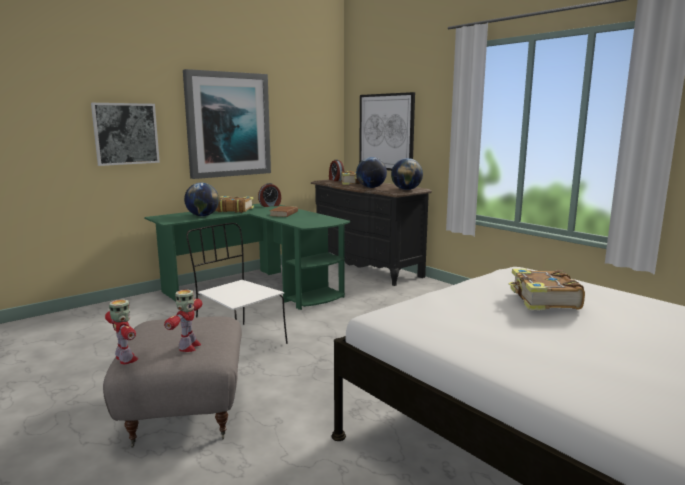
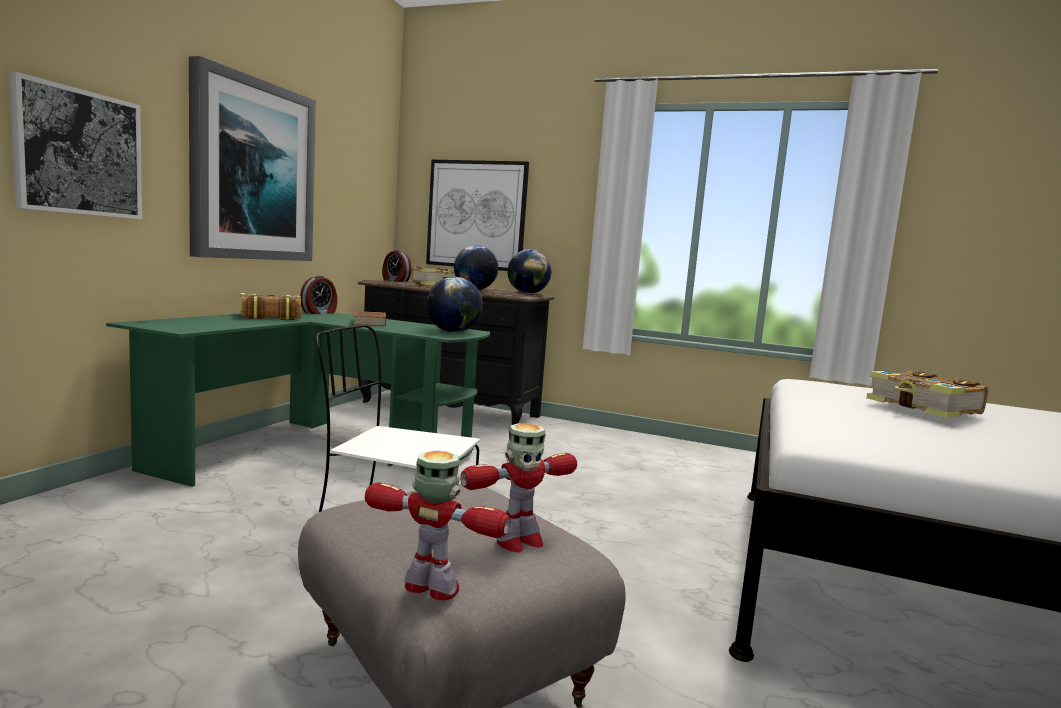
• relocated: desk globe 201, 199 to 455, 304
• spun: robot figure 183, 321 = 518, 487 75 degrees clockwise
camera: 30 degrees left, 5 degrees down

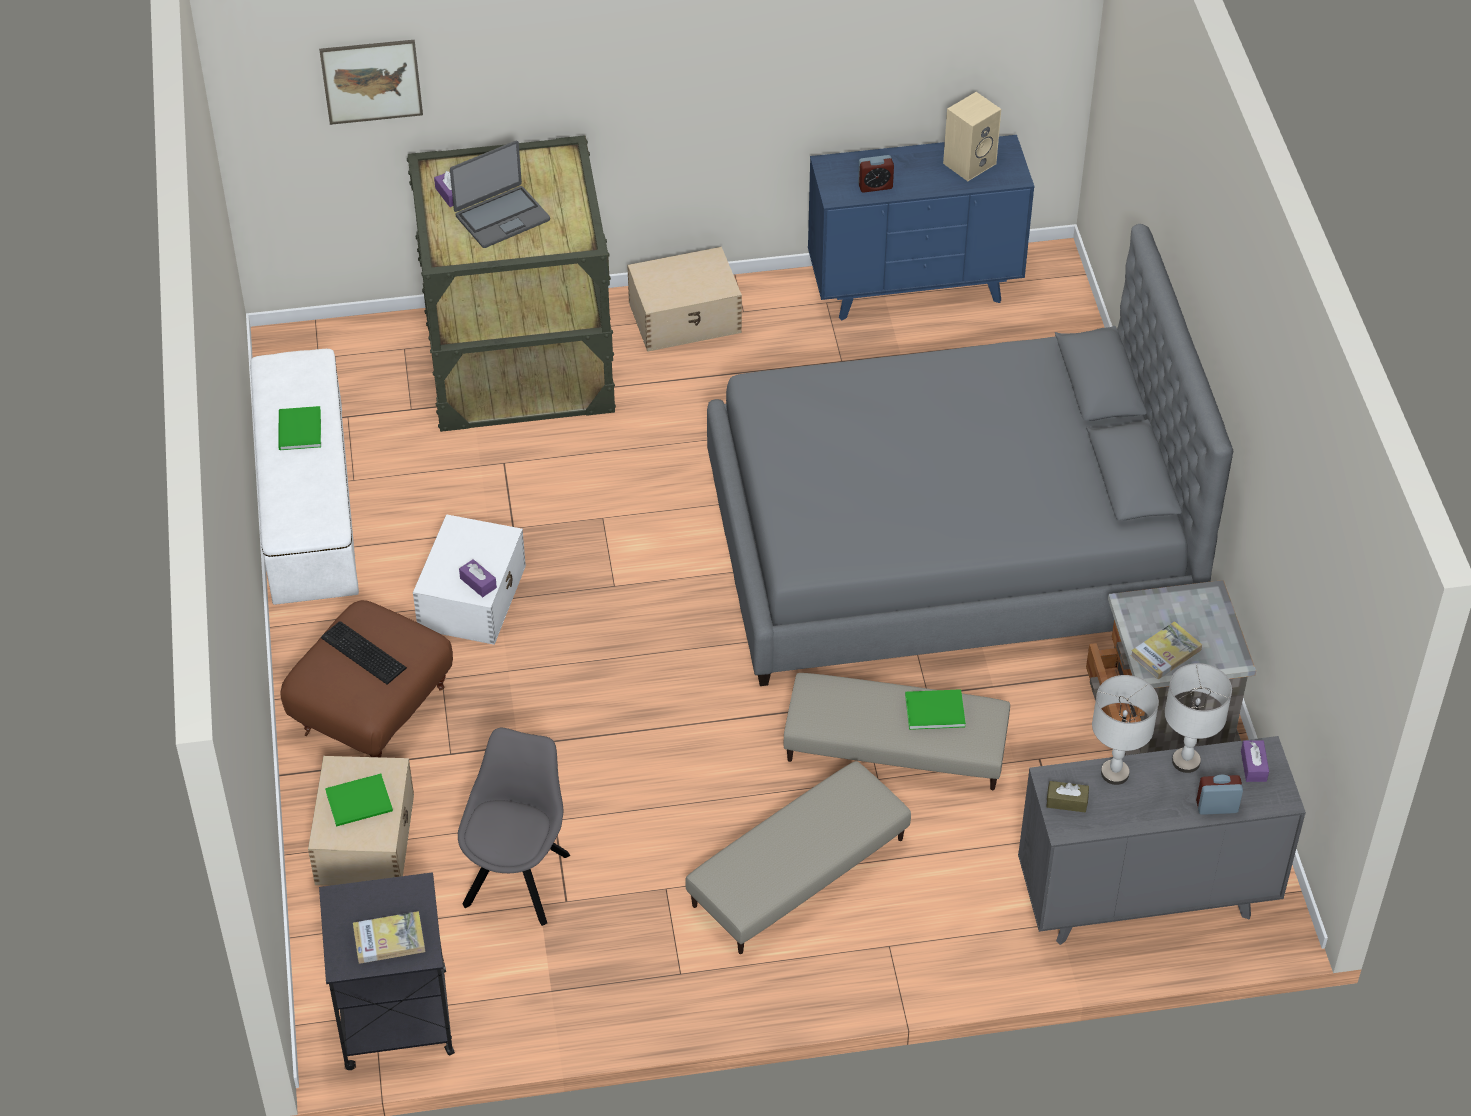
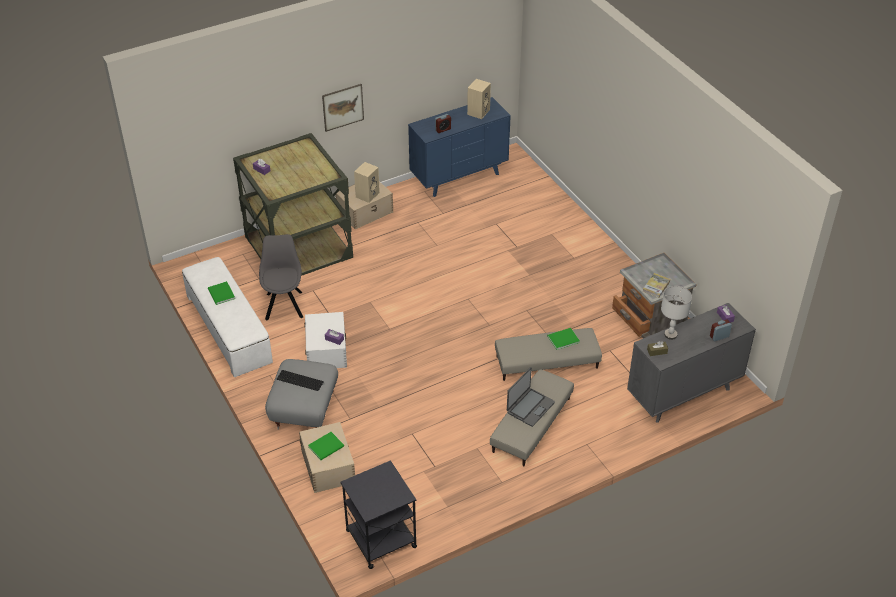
• relocated: wall art 371, 82 to 343, 108
• relocated: portable computer 500, 194 to 531, 397
• missing: gray bed 970, 455
• colour: brownish ottoman 367, 678 to gray ottoman 301, 394
• missing: gray tabletop lamp 1198, 718
• relocated: gray upright chair 514, 827 to 281, 277
• missing: bound book 389, 937
• appeared: beige speaker 367, 182
camera: 20 degrees left, 5 degrees down

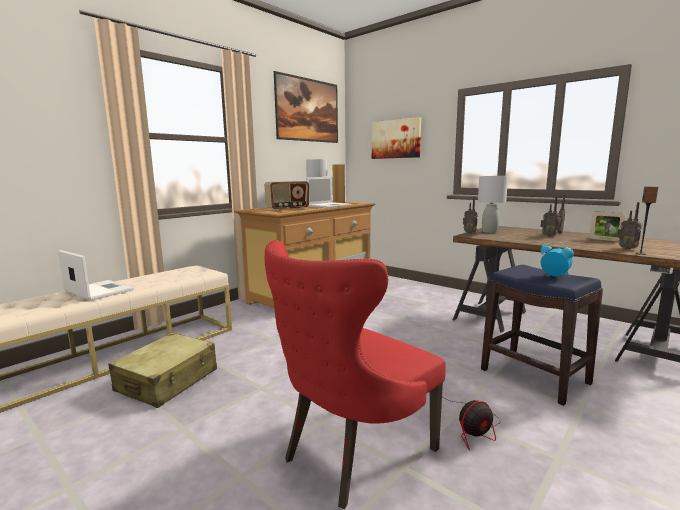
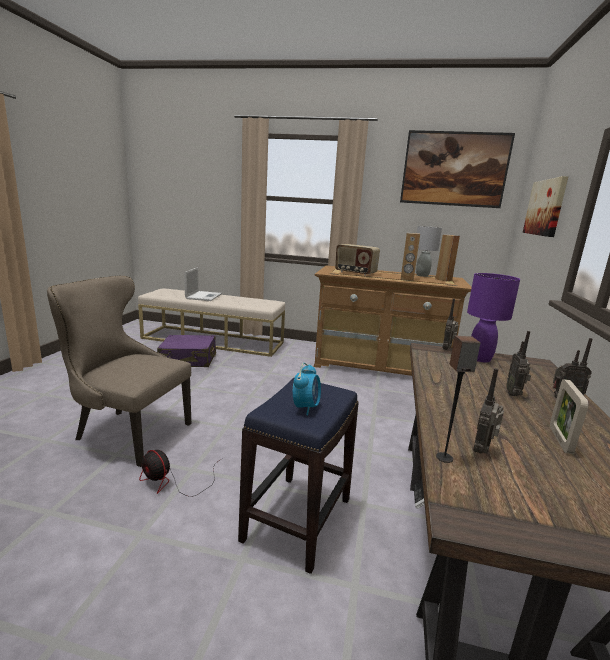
• colour: gray tabletop lamp 493, 204 to purple tabletop lamp 493, 318
• exchanged: portable computer 328, 192 to brownish speaker 410, 257
• colour: red upright chair 355, 374 to beige upright chair 119, 371
• colour: beige travel case 163, 370 to purple travel case 186, 351
camera: 60 degrees right, 5 degrees up

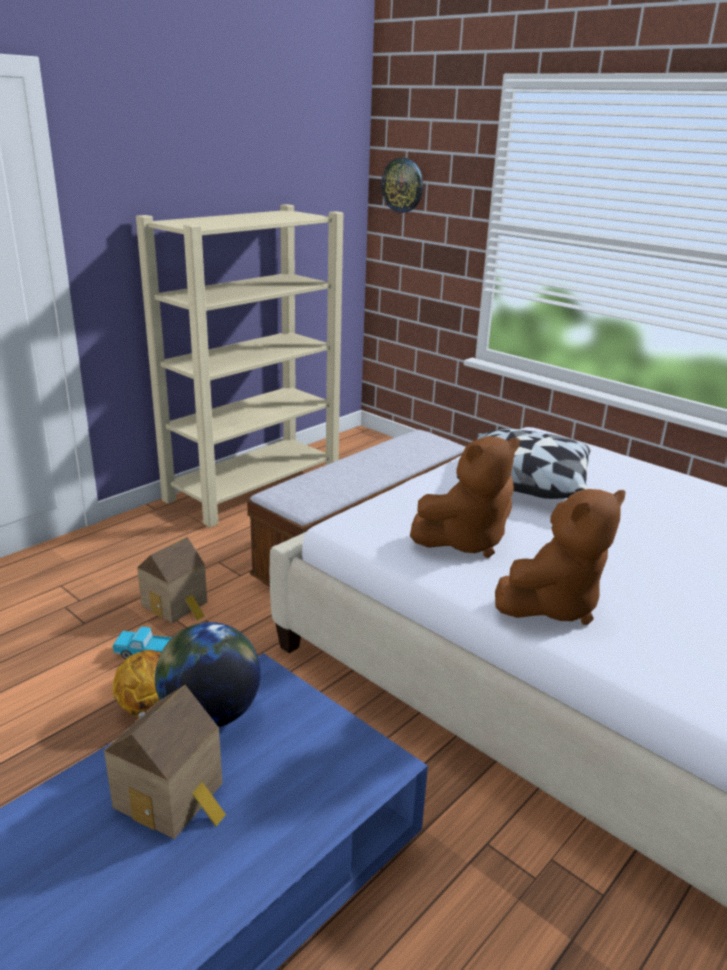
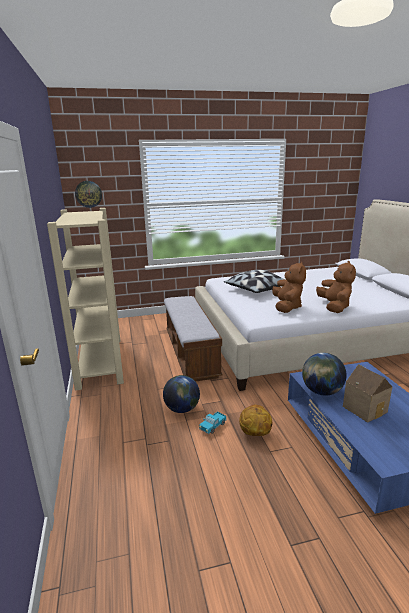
• exchanged: miniature house 172, 580 to desk globe 181, 394
camera: 55 degrees left, 5 degrees down

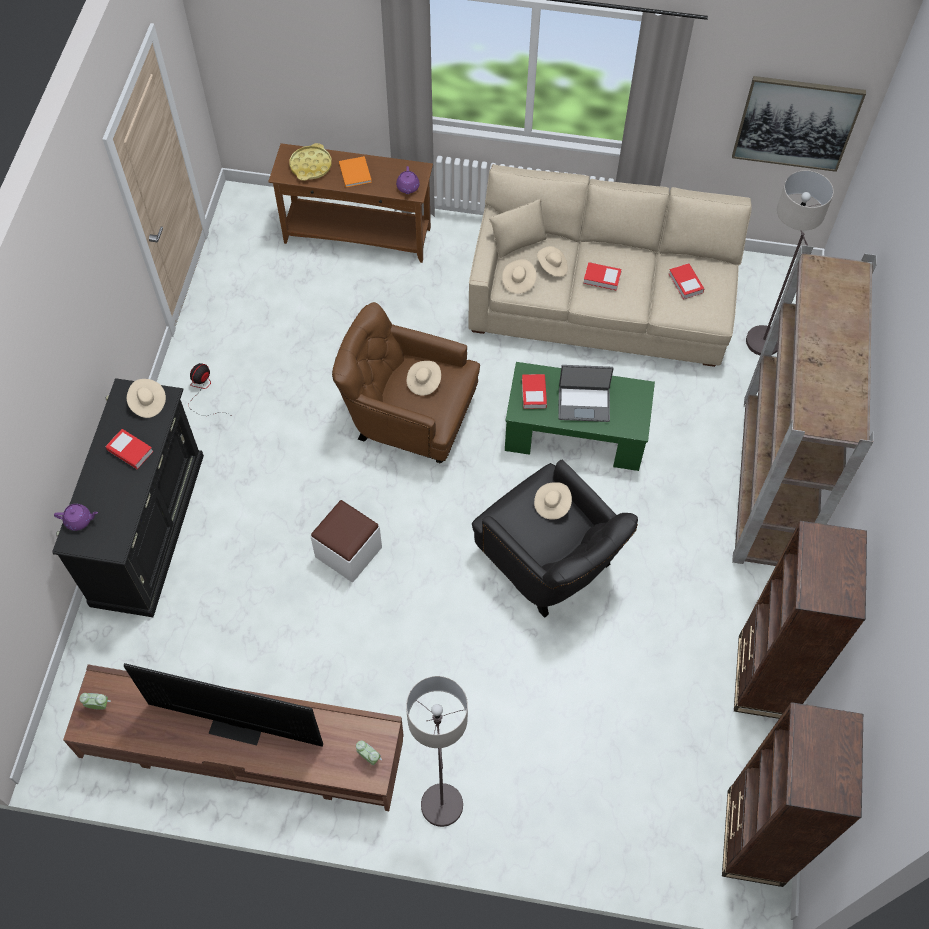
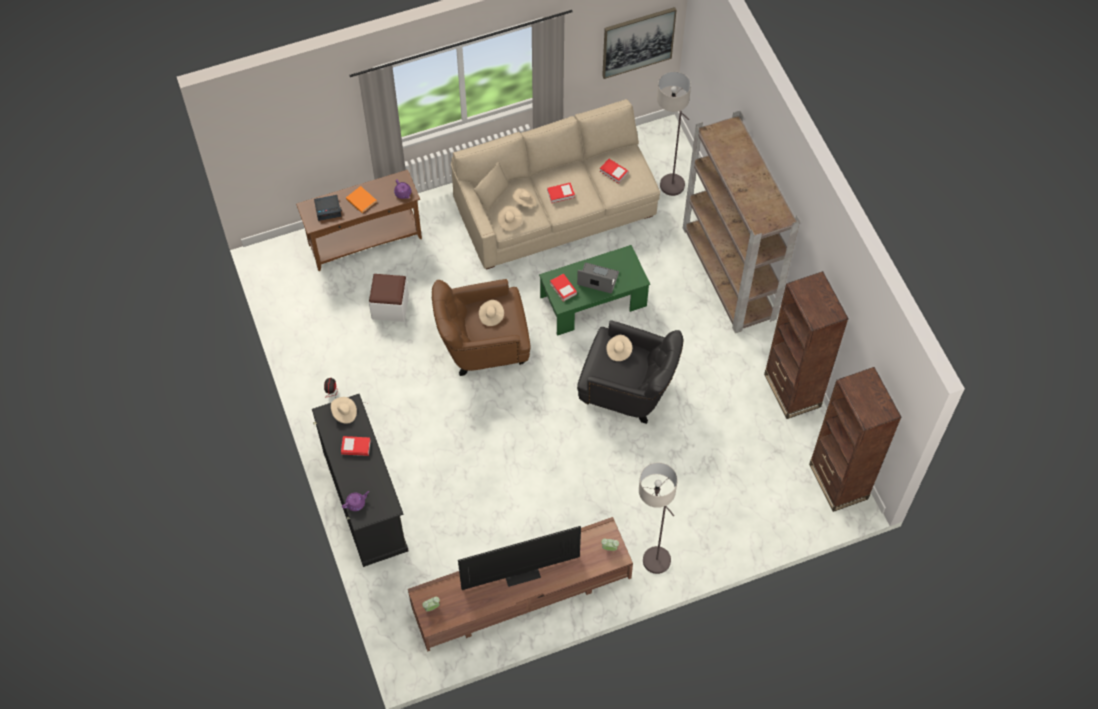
• exchanged: yellow-coloured carrying tray 310, 162 to bedside clock 328, 208
• spun: portable computer 586, 393 = 598, 277 135 degrees counterclockwise
• relocated: white ottoman 346, 541 to 389, 298
camera: 30 degrees left, 0 degrees up

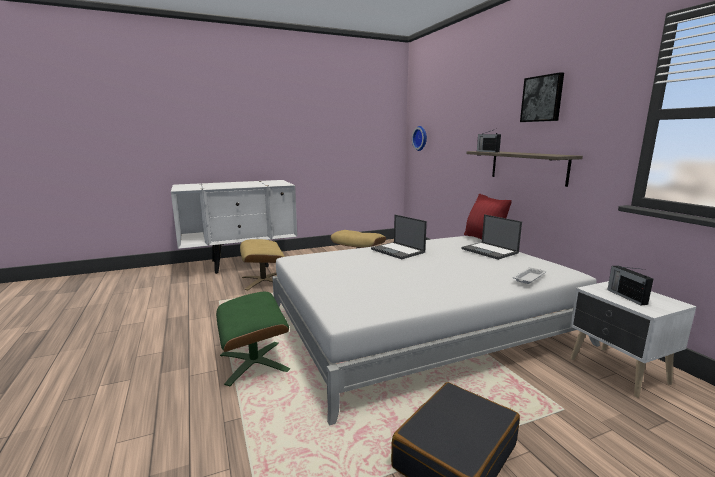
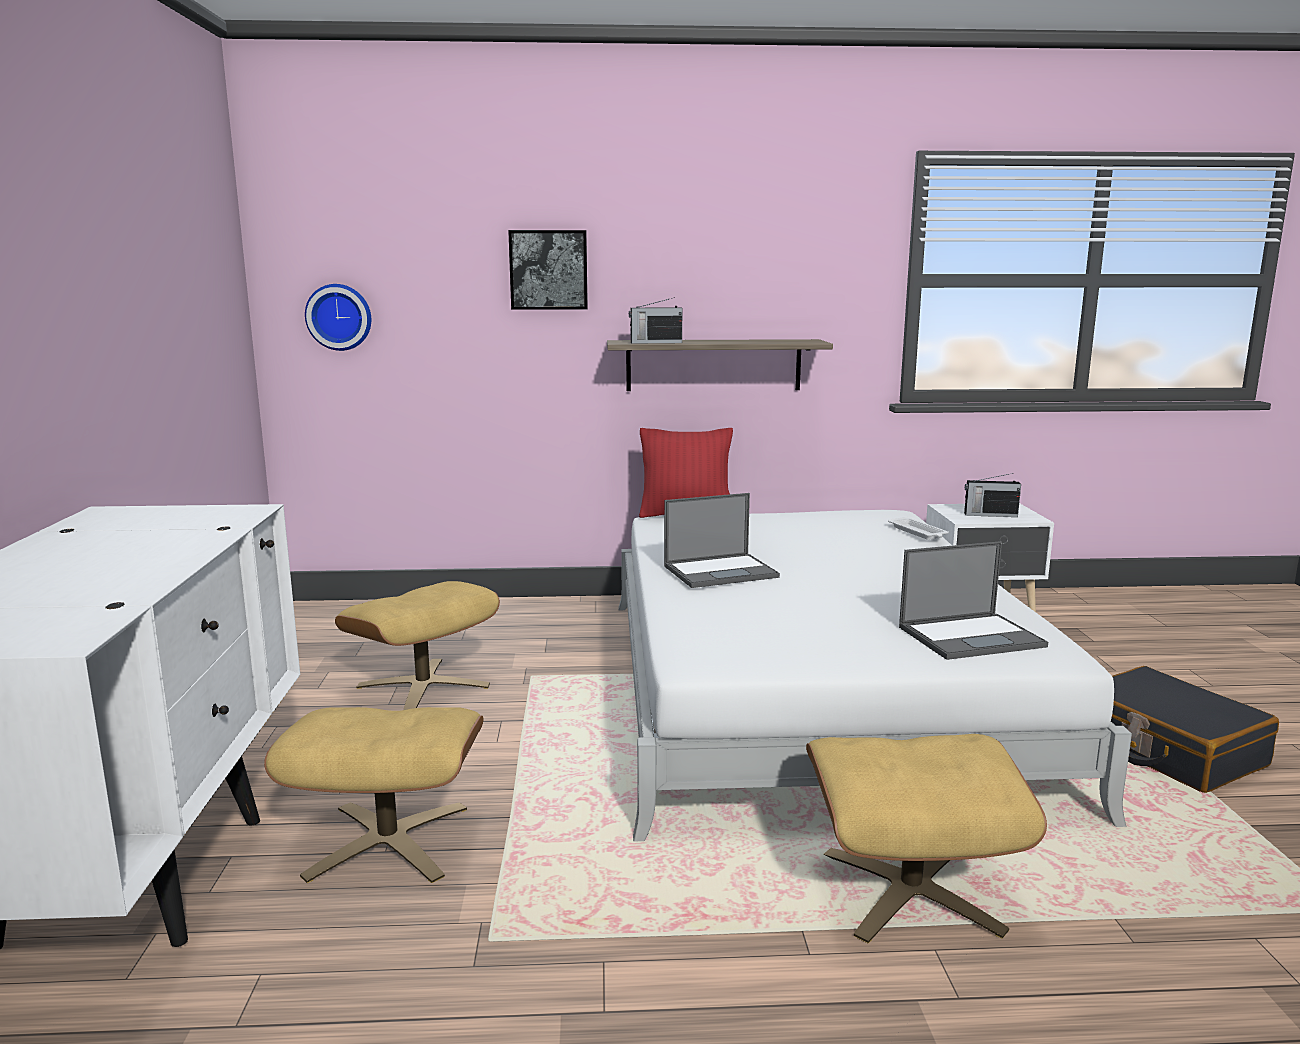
• relocated: wall art 542, 97 to 548, 270
• relocated: portable computer 491, 237 to 973, 600
• colour: green ottoman 253, 339 to beige ottoman 926, 838
camera: 70 degrees left, 0 degrees up

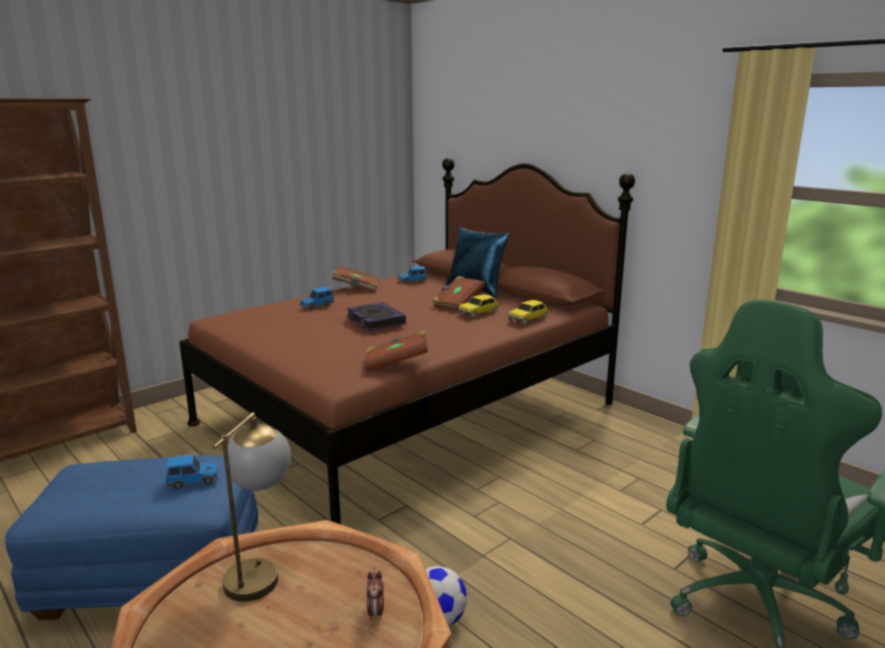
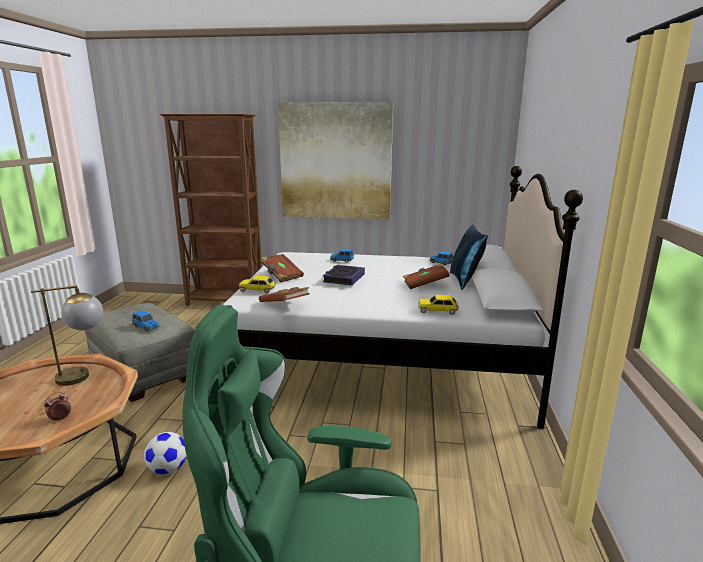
• colour: brownish bed 407, 341 to white bed 403, 297
• relocated: brownish bound book 356, 279 to 282, 268
• relocated: miniature car 478, 306 to 257, 285
• colour: blue ottoman 131, 537 to gray ottoman 139, 352
• appeared: wall art 335, 160
camera: 50 degrees right, 0 degrees up

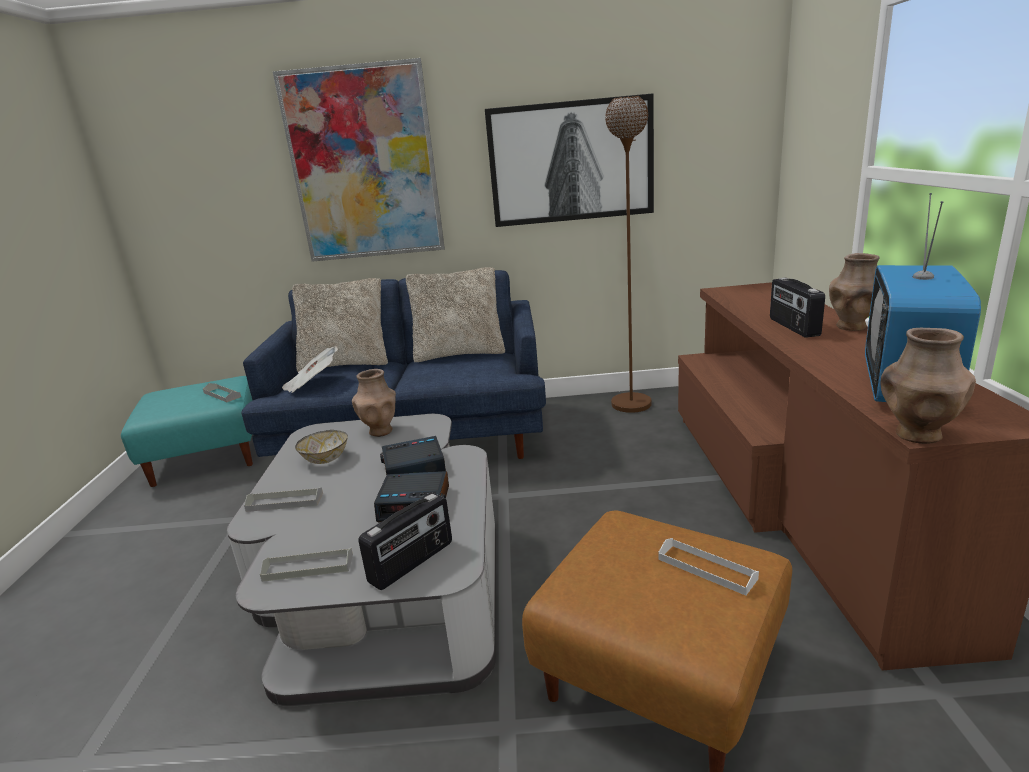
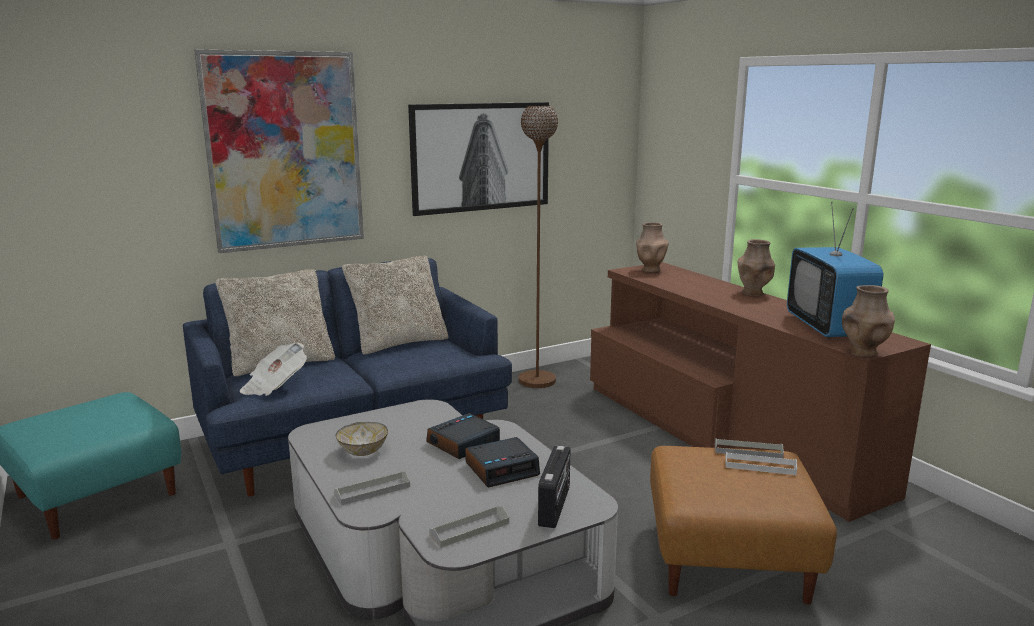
• missing: radio set 797, 307
• relocated: brownish flower vase 374, 403 to 652, 247
• relocated: gray carrying tray 222, 392 to 749, 448
camera: 30 degrees left, 5 degrees down

